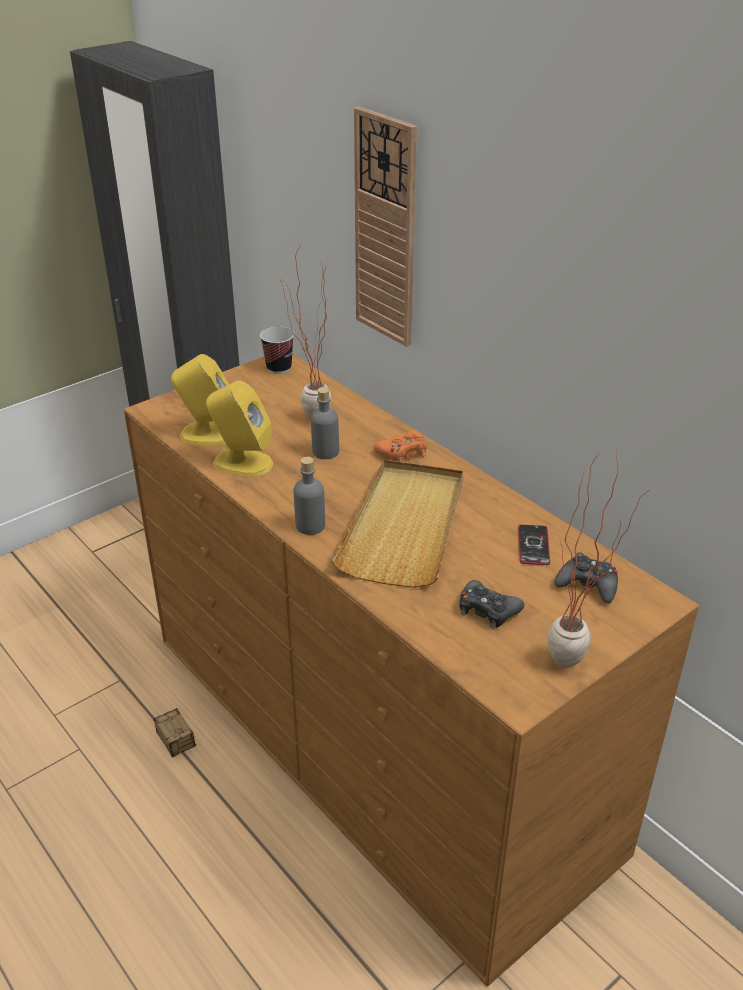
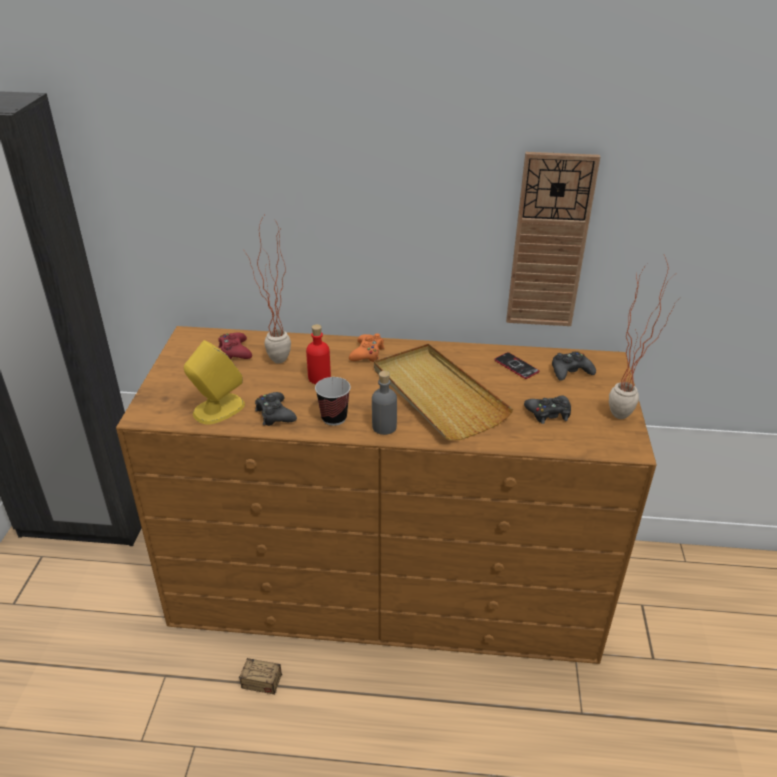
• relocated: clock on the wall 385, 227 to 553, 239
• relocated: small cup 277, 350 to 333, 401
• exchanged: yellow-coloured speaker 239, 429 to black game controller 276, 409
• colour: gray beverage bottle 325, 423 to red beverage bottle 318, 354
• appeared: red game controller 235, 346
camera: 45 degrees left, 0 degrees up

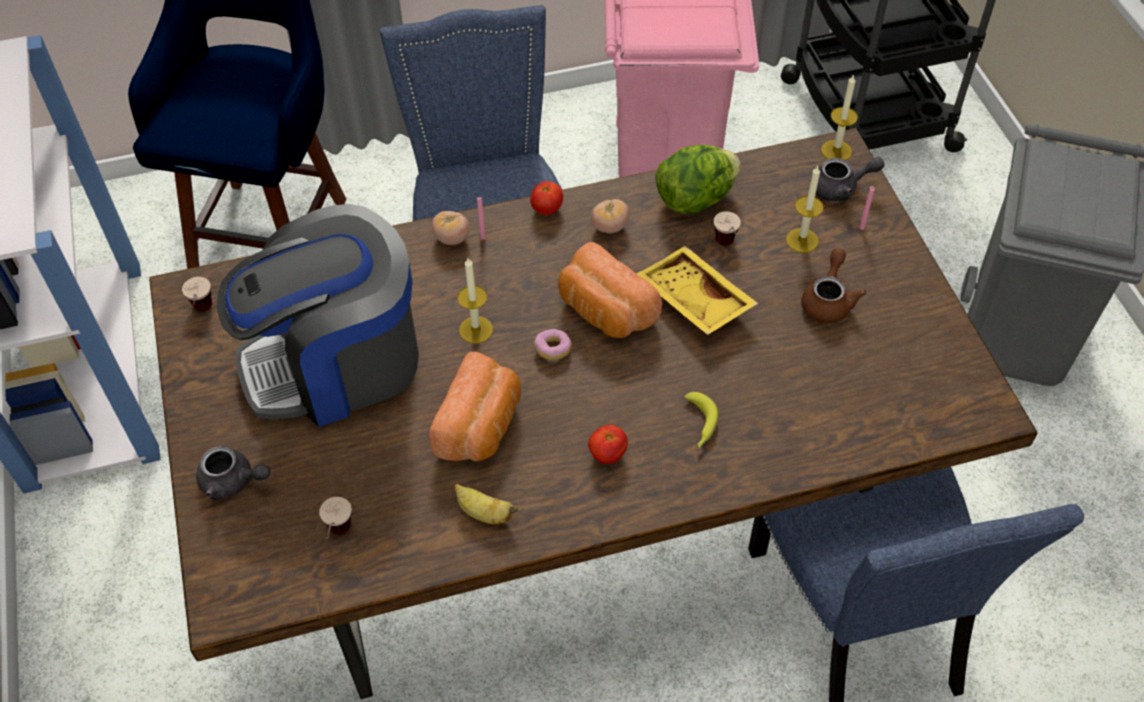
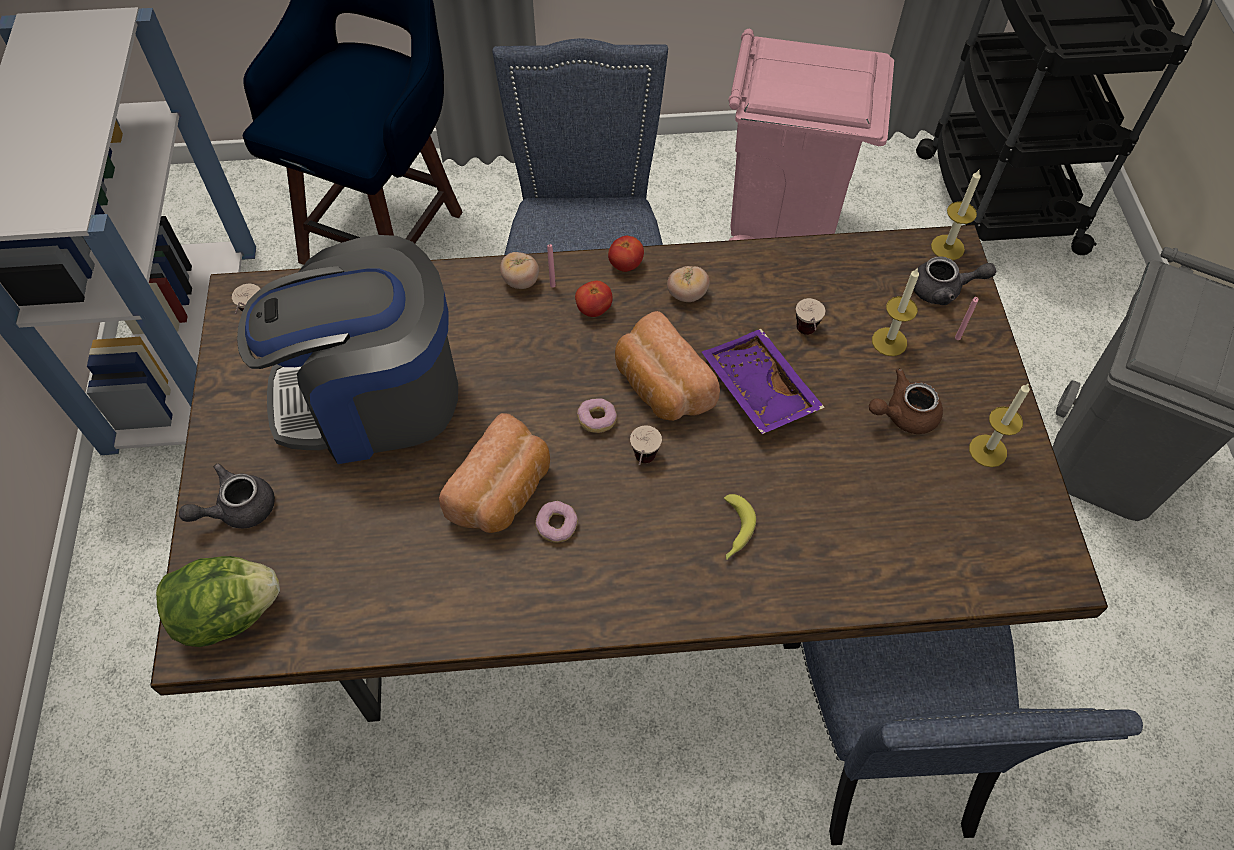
• relocated: lettuce head 697, 179 to 218, 601
• colour: yellow-coloured carrying tray 697, 290 to purple carrying tray 763, 381
• spun: brownish teapot 833, 285 = 906, 401 135 degrees counterclockwise
• relocated: candle 475, 301 to 999, 425
• relocated: whole tomato 608, 444 to 594, 299
• spun: gray teapot 233, 473 = 227, 495 120 degrees clockwise
• missing: whole banana 486, 504
• relocated: small cup 335, 518 to 646, 445
• appeared: doughnut 556, 522
camera: 10 degrees right, 5 degrees up

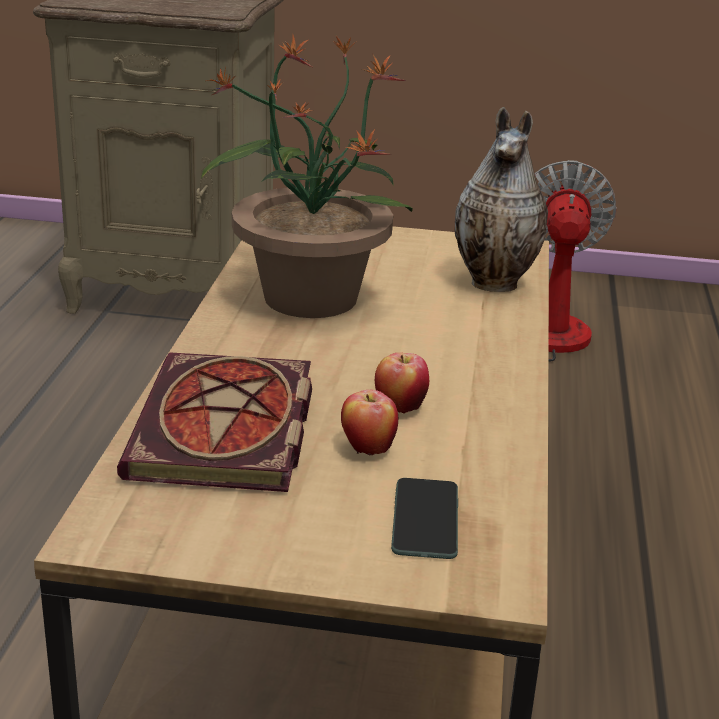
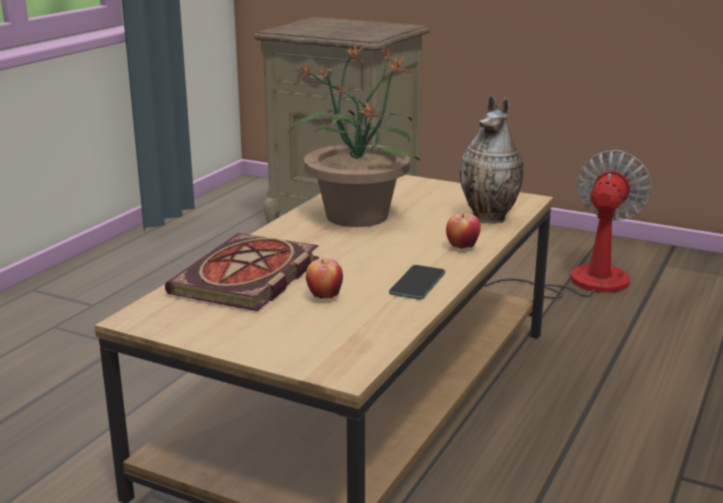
• relocated: apple 402, 383 to 463, 231
• relocated: telephone 424, 518 to 417, 282
camera: 20 degrees right, 5 degrees down

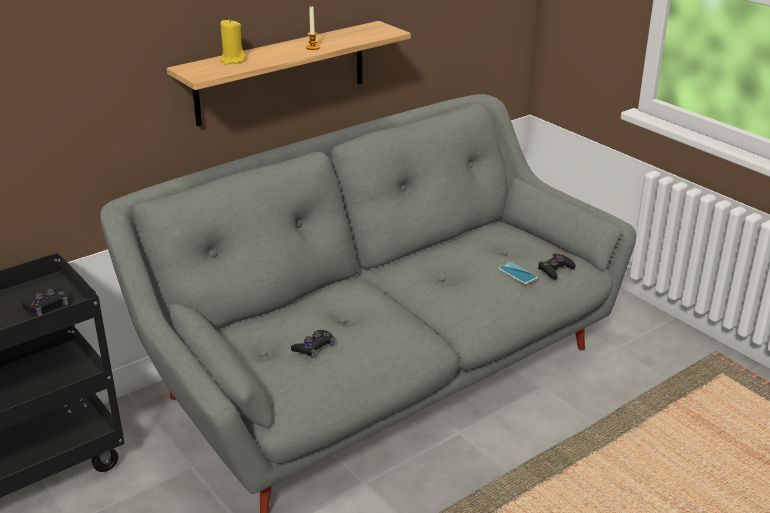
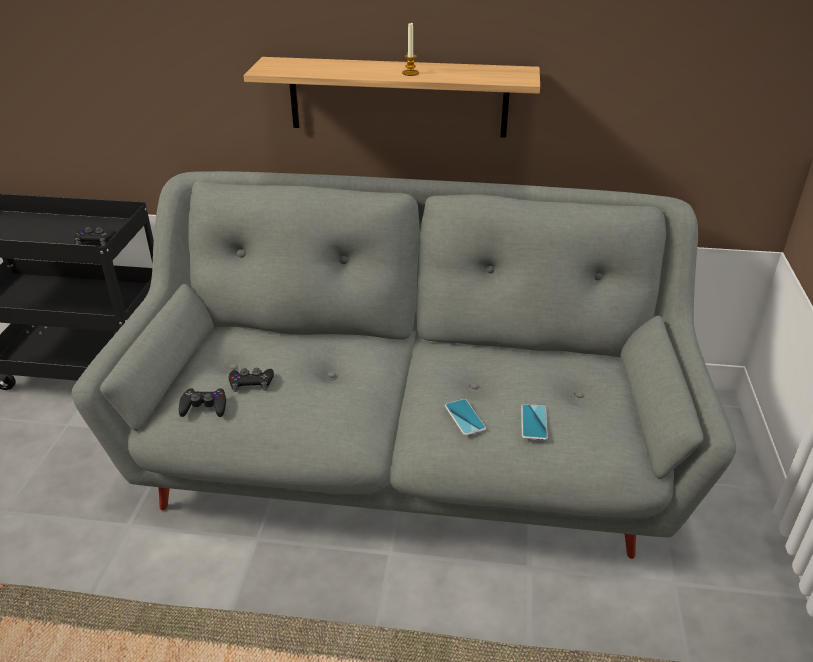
• missing: yellow-coloured candle 233, 41
• relocated: black game controller 557, 266 to 202, 402
• appeared: telephone 465, 417
camera: 45 degrees right, 5 degrees up

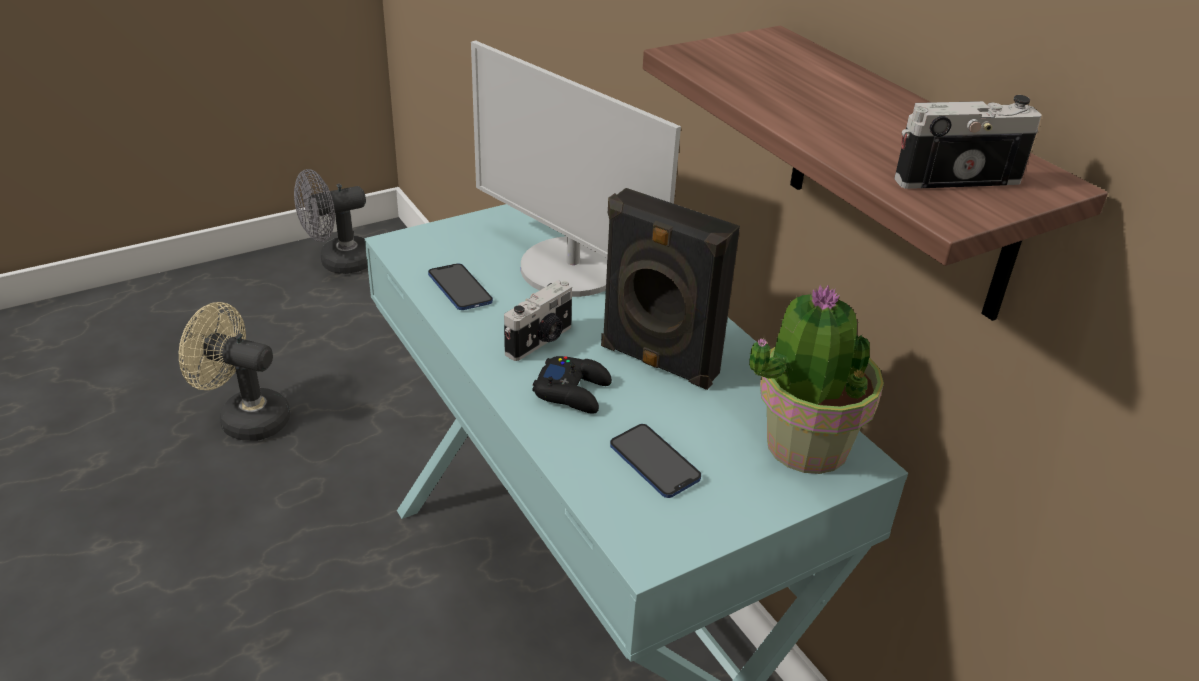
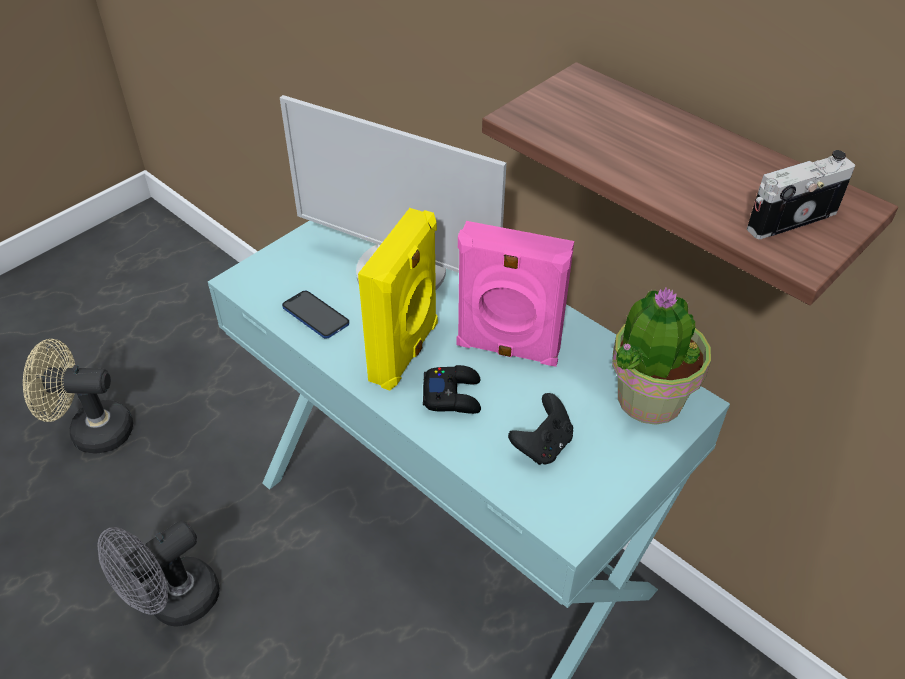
• relocated: gray cooling fan 331, 221 to 158, 574
• colour: black speaker 670, 289 to pinkish speaker 515, 294
• exchanged: still camera 538, 320 to yellow-coloured speaker 398, 299
• exchanged: telephone 655, 461 to black game controller 540, 429
camera: 15 degrees left, 10 degrees up

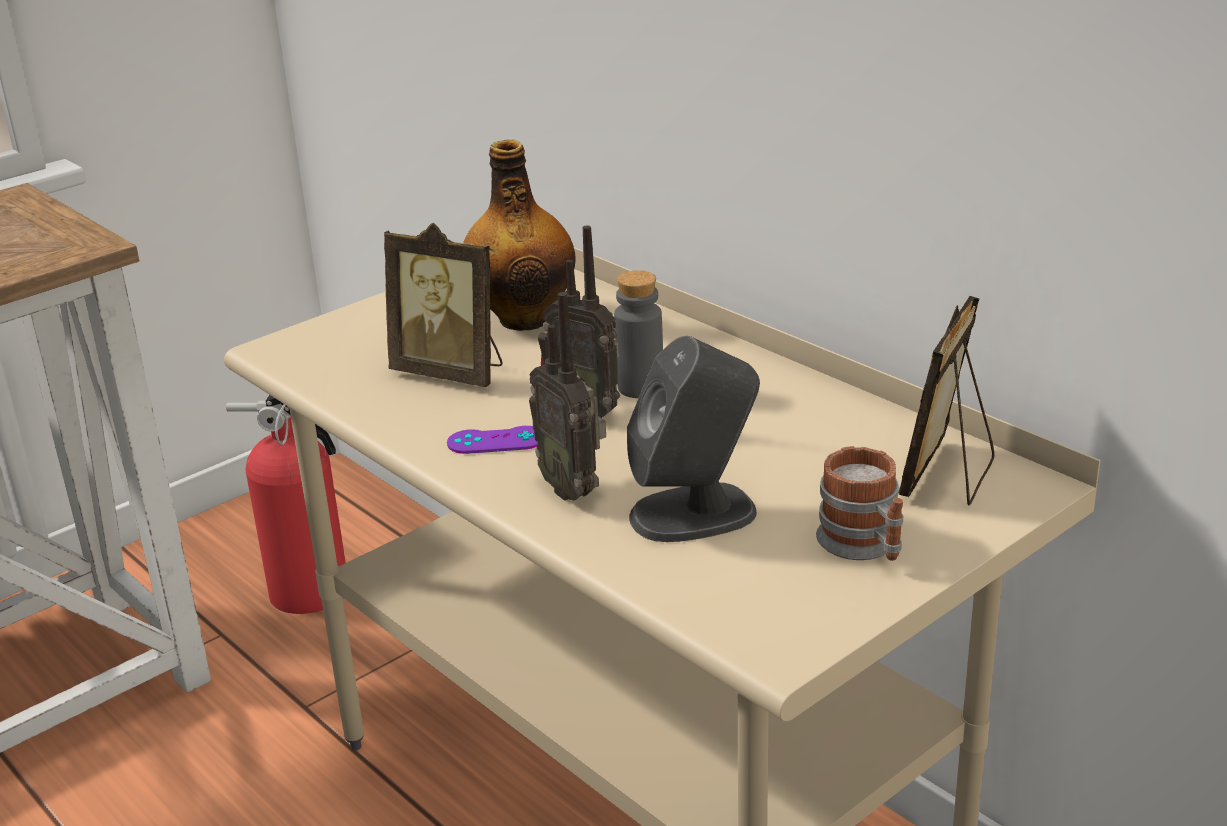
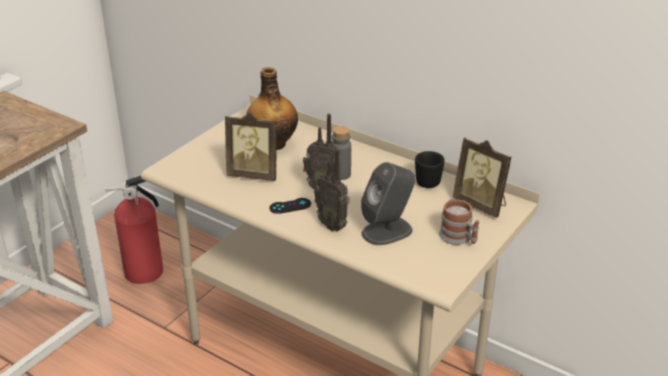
• spun: standing frame 946, 400 = 482, 177 60 degrees counterclockwise
• colour: purple game controller 492, 440 to black game controller 290, 206
• appeared: black coffee mug 430, 169
camera: 15 degrees left, 5 degrees up

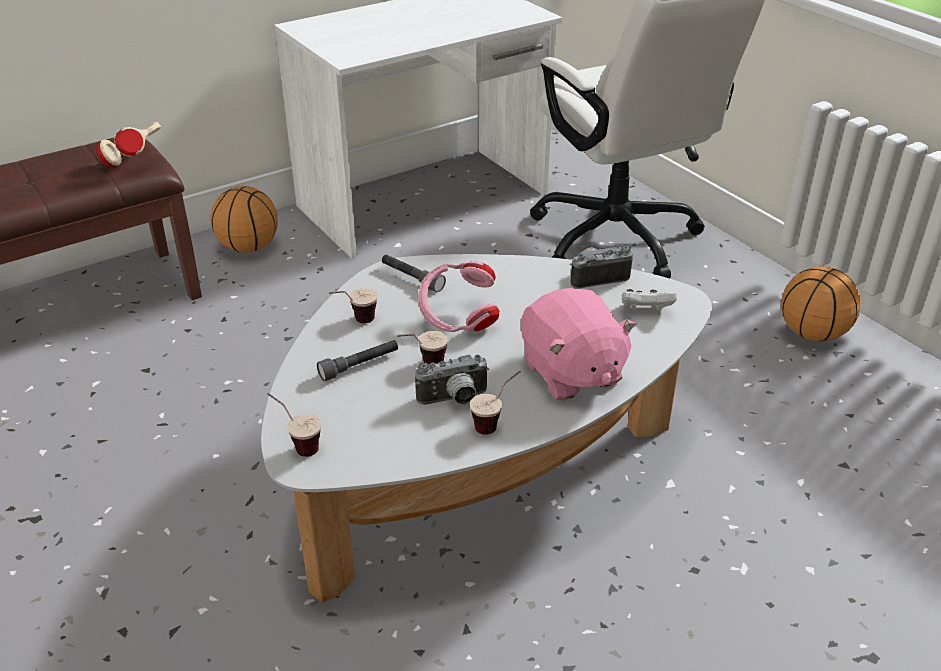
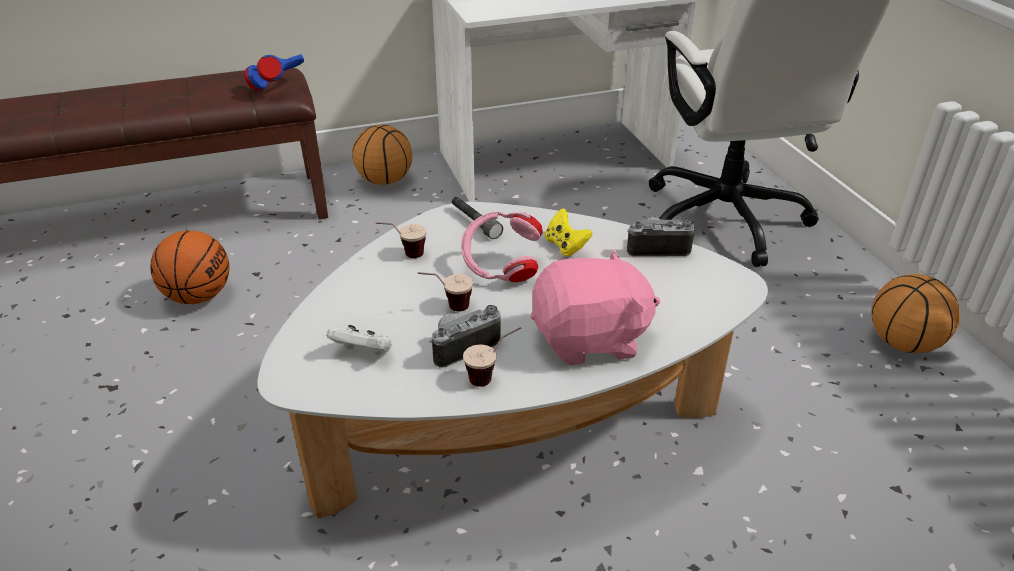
• colour: beige pair of headphones 128, 144 to blue pair of headphones 274, 72
• spun: pinkish plush toy 579, 344 = 595, 307 90 degrees counterclockwise
• relocated: white game controller 649, 300 to 359, 340
• missing: gray hand torch 357, 360
• spun: still camera 452, 380 = 465, 336 150 degrees clockwise
• missing: small cup 294, 425
• appeared: yellow-coloured game controller 568, 232
• appeared: basketball 189, 267
camera: 15 degrees right, 0 degrees up

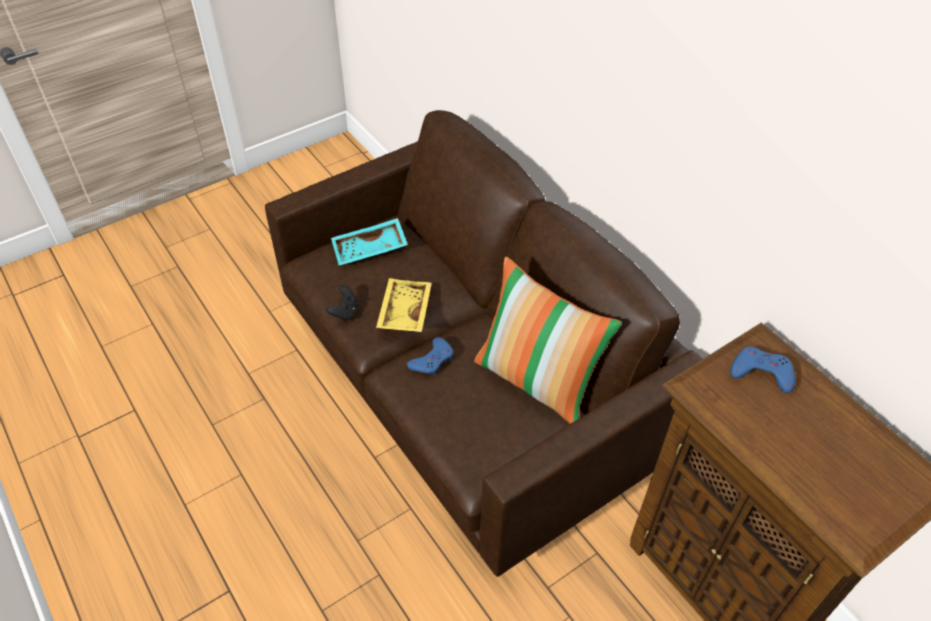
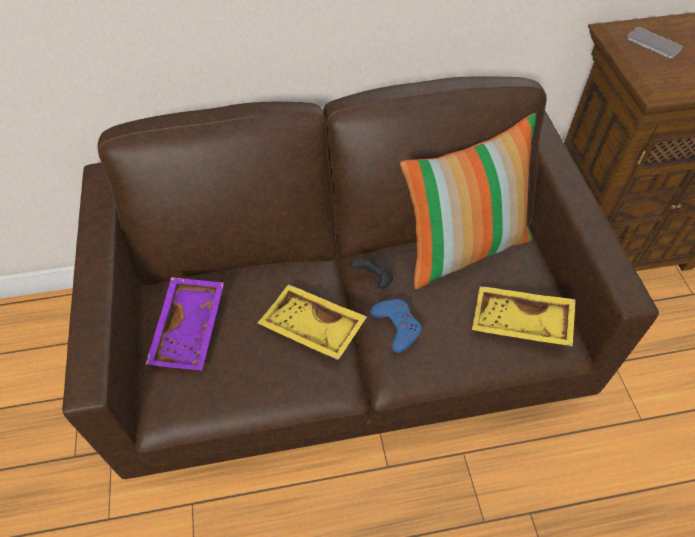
• colour: turquoise-coloured carrying tray 369, 241 to purple carrying tray 185, 323
• relocated: black game controller 342, 303 to 372, 273
• exchanged: blue game controller 762, 370 to telephone 655, 42
• appeared: yellow-coloured carrying tray 524, 316
camera: 65 degrees left, 5 degrees up

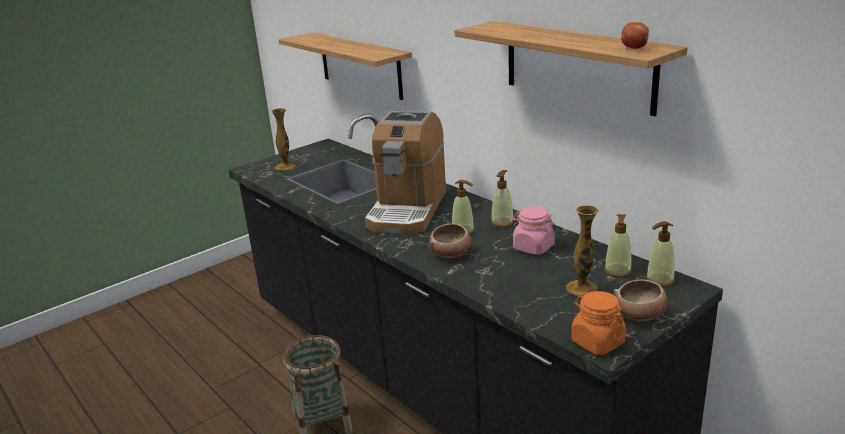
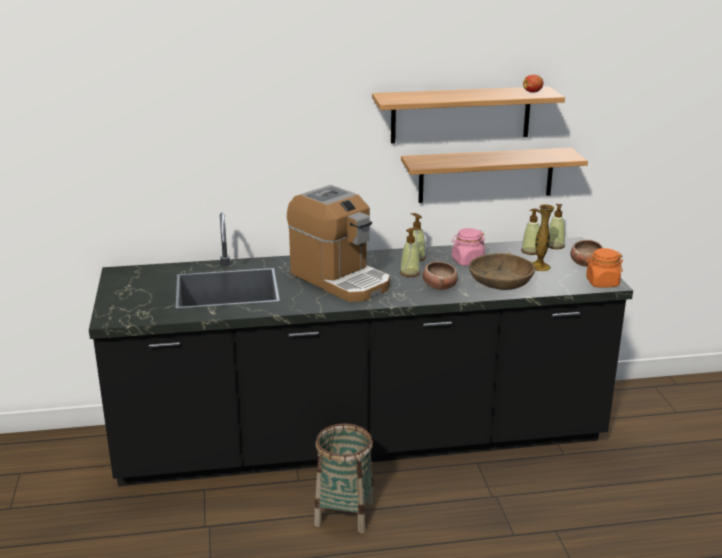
• relocated: wall shelf 345, 66 to 494, 175
• missing: flower vase 283, 139
• appeared: brownish deep dish 502, 271
camera: 60 degrees left, 0 degrees up

